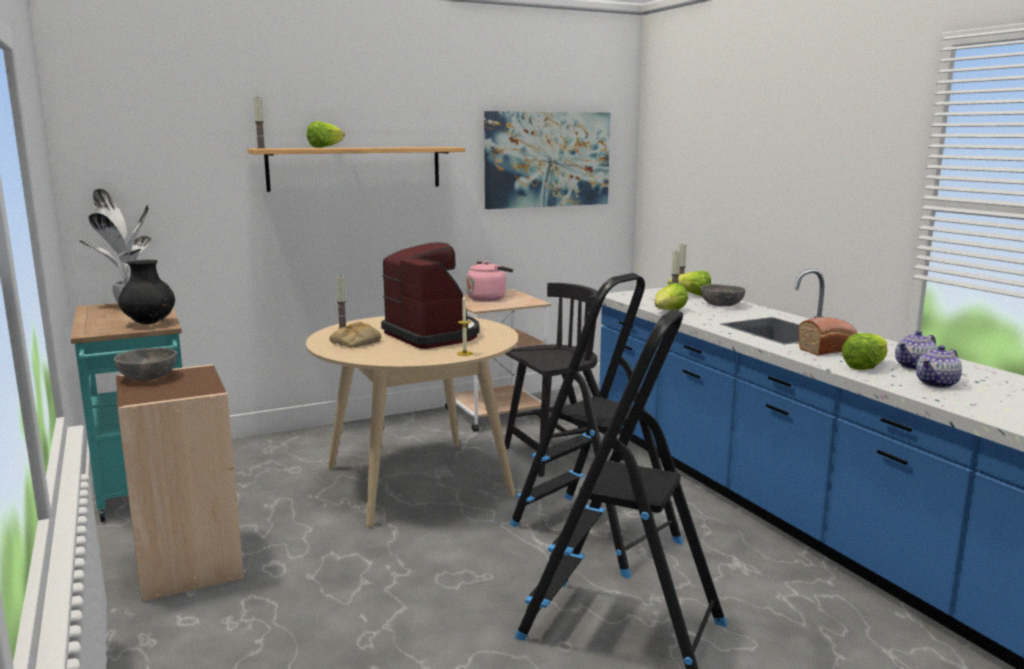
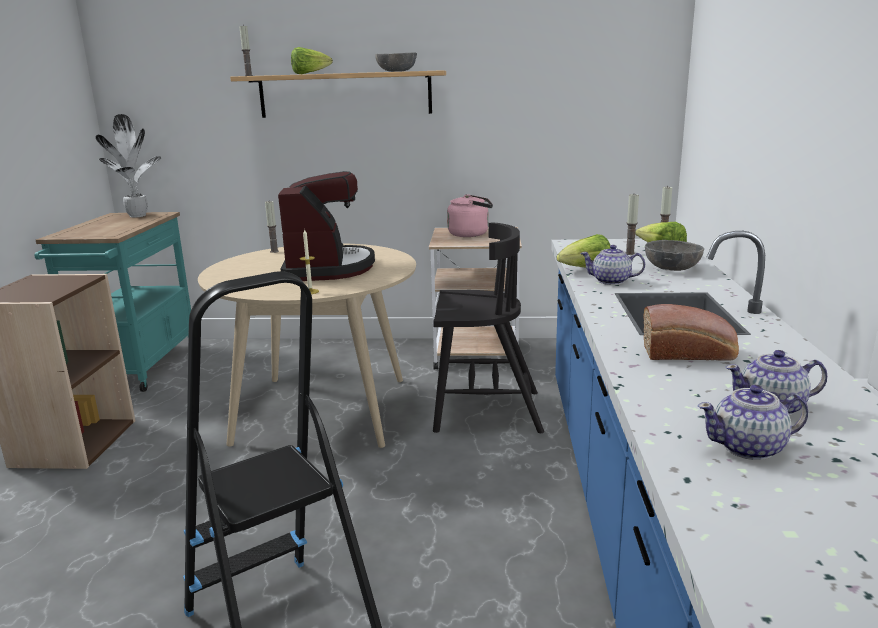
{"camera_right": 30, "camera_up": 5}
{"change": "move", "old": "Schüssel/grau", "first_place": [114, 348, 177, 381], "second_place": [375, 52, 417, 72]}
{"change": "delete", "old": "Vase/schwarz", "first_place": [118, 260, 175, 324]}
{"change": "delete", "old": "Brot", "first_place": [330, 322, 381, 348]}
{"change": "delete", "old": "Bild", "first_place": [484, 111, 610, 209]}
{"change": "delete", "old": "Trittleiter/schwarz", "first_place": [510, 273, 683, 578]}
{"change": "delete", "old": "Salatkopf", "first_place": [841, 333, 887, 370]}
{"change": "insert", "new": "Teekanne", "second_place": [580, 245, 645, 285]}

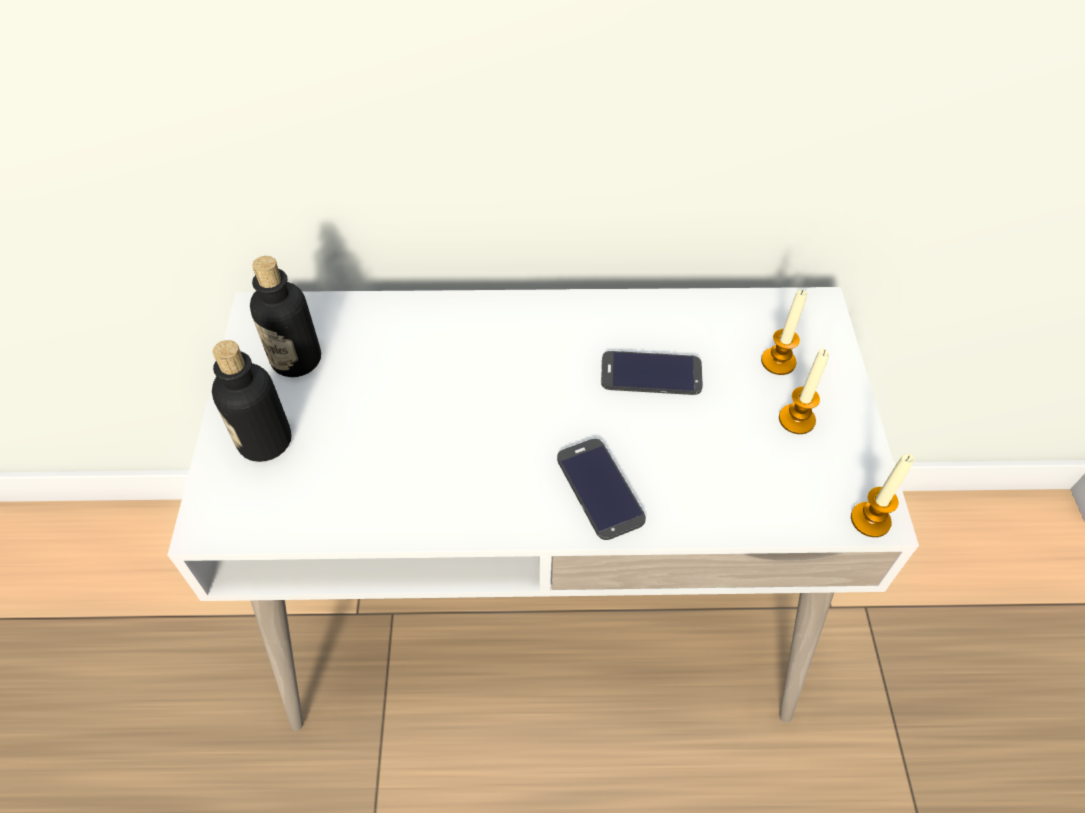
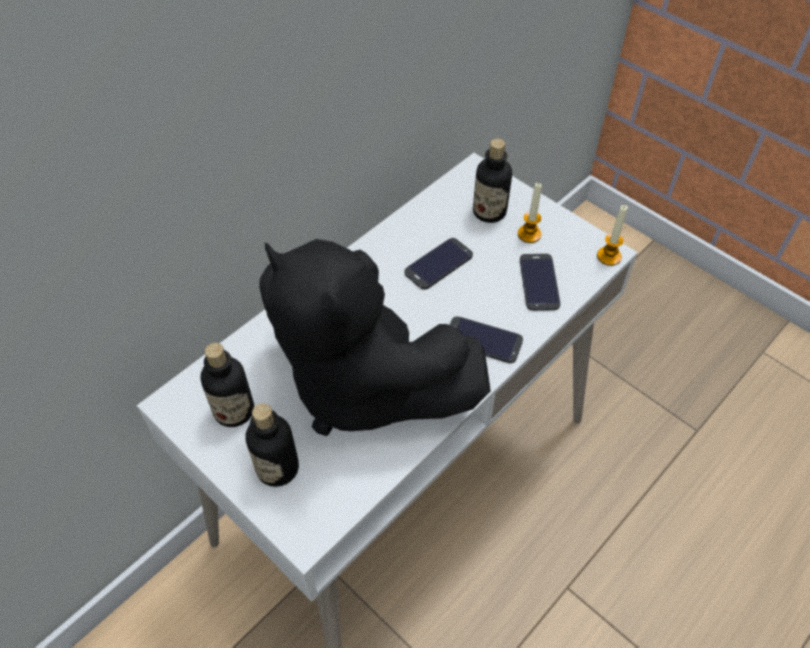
{"camera_right": -45, "camera_up": 0}
{"change": "replace", "old": "Kerze", "new": "Flasche", "first_place": [761, 290, 808, 375], "second_place": [473, 139, 512, 223]}
{"change": "insert", "new": "Plüschtier/schwarz", "second_place": [259, 239, 491, 436]}
{"change": "insert", "new": "Handy", "second_place": [520, 253, 560, 311]}

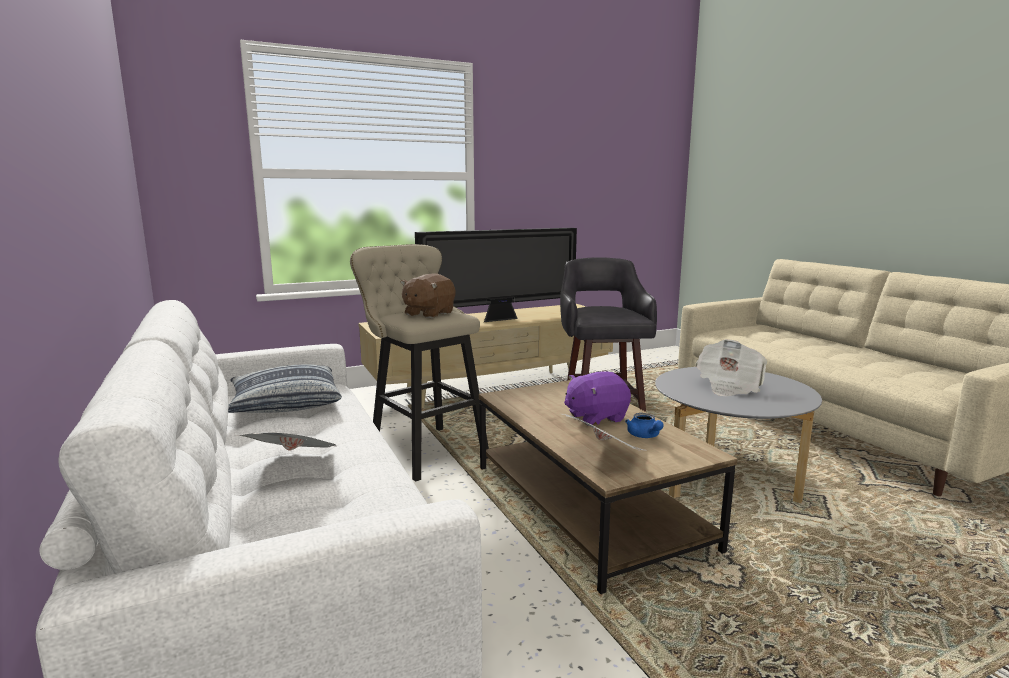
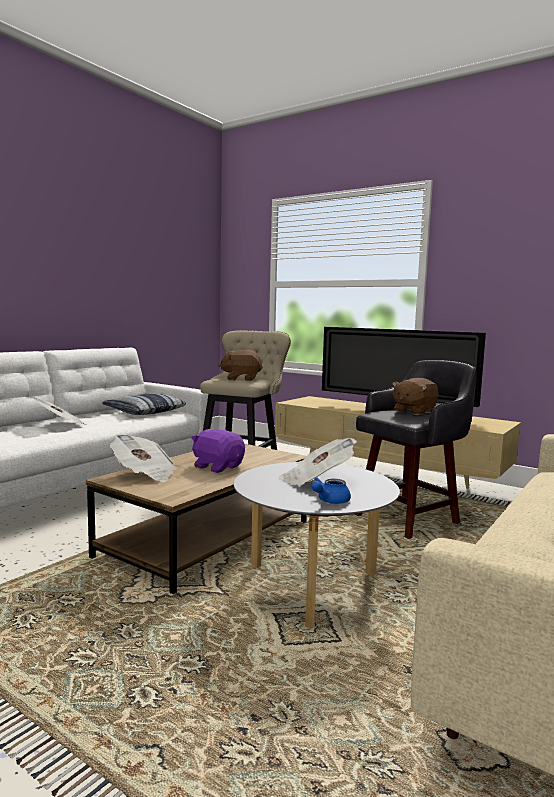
{"camera_right": 60, "camera_up": -5}
{"change": "move", "old": "Teekanne/blau", "first_place": [625, 413, 664, 438], "second_place": [312, 477, 351, 504]}
{"change": "insert", "new": "Plüschtier/braun", "second_place": [392, 378, 439, 415]}

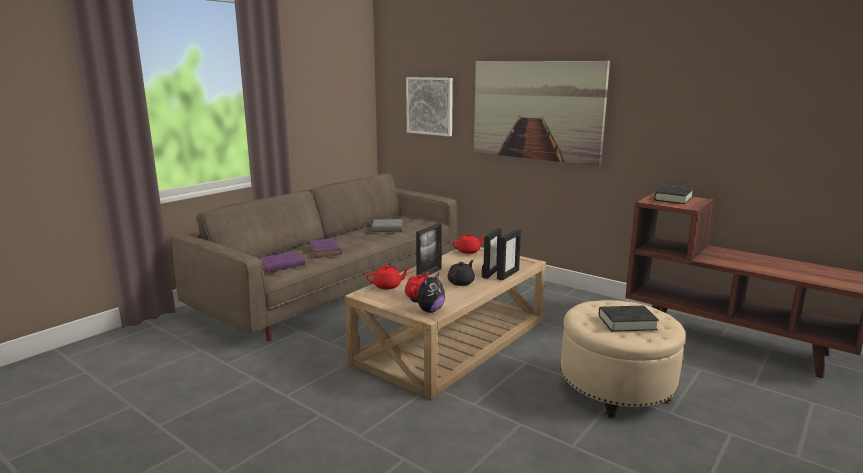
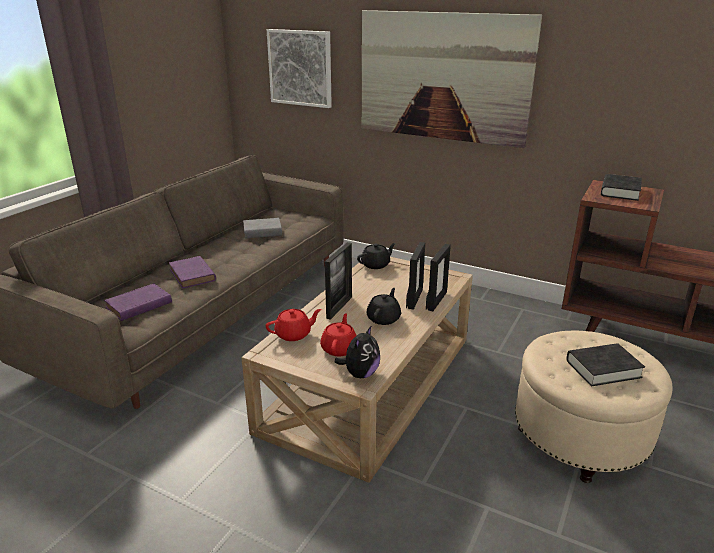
{"camera_right": -10, "camera_up": 10}
{"change": "recolor", "old": "Teekanne/rot", "new": "Teekanne/schwarz", "first_place": [452, 233, 486, 254], "second_place": [357, 243, 396, 269]}

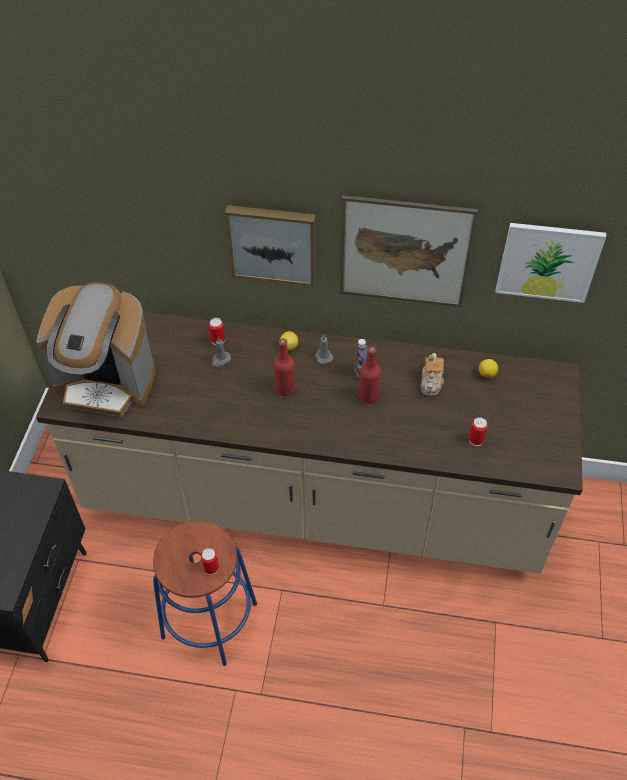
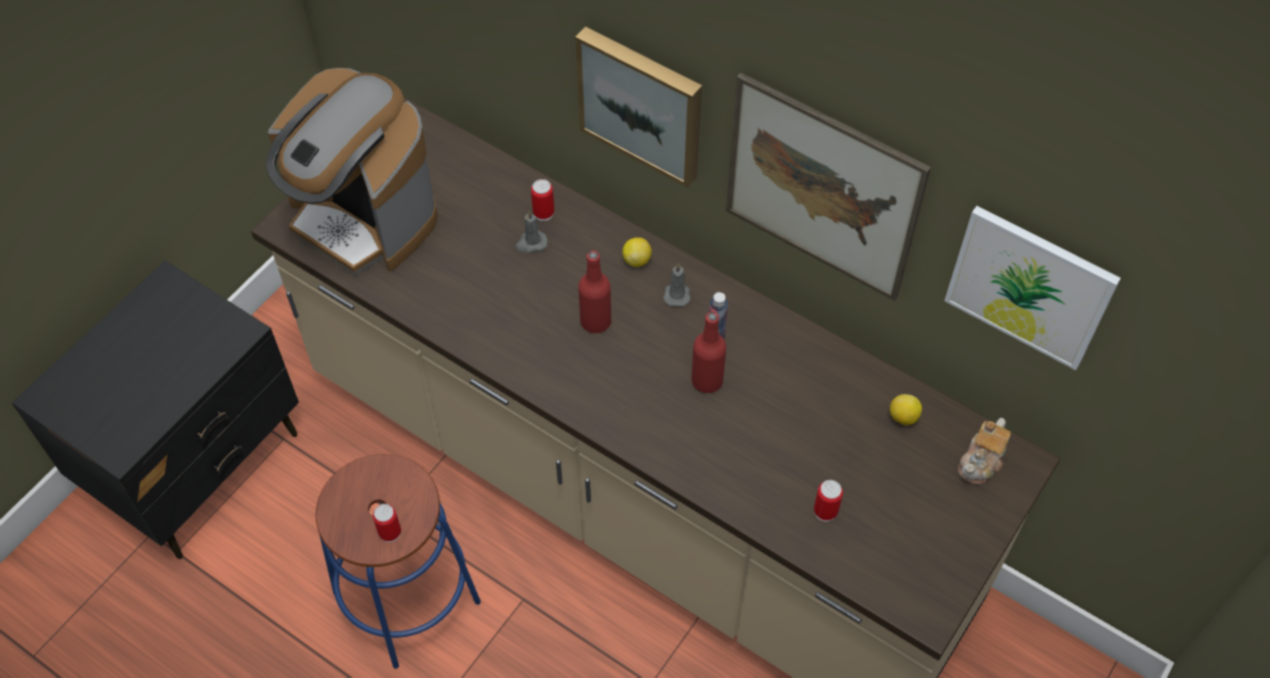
{"camera_right": 25, "camera_up": 5}
{"change": "move", "old": "Teekanne", "first_place": [420, 353, 444, 396], "second_place": [958, 418, 1011, 484]}

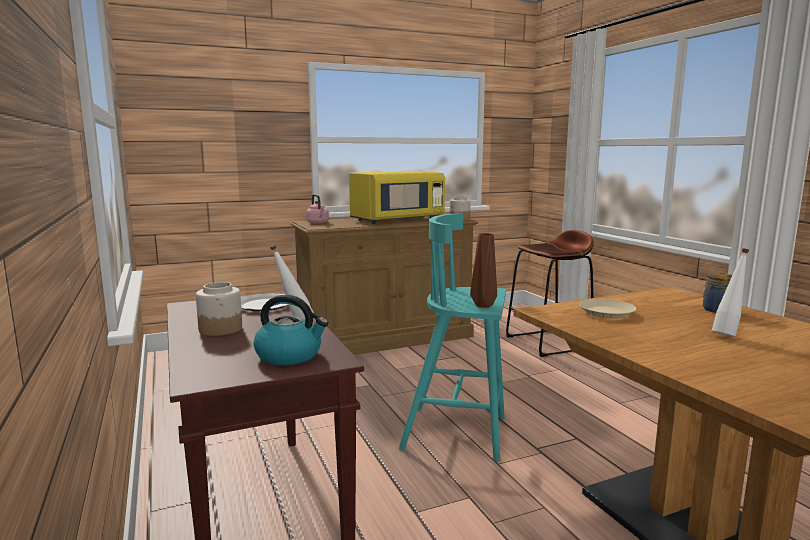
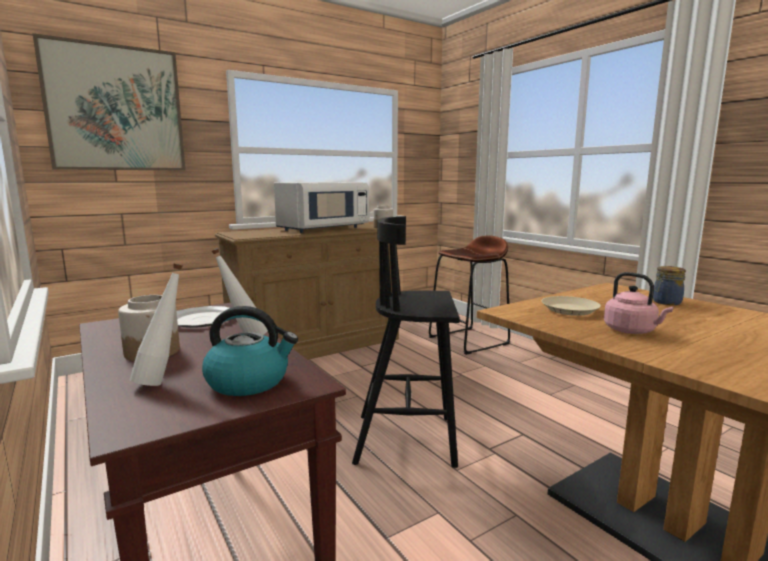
{"camera_right": -10, "camera_up": 0}
{"change": "move", "old": "Wasserkessel/rosa", "first_place": [306, 194, 329, 224], "second_place": [604, 272, 673, 334]}
{"change": "recolor", "old": "Mikrowelle/gelb", "new": "Mikrowelle/weiß", "first_place": [349, 171, 445, 224], "second_place": [274, 182, 369, 233]}
{"change": "recolor", "old": "Hocker/türkis", "new": "Hocker/schwarz", "first_place": [399, 213, 506, 462], "second_place": [352, 216, 460, 468]}
{"change": "delete", "old": "Vase/braun", "first_place": [470, 233, 497, 308]}
{"change": "move", "old": "Flasche/weiß", "first_place": [712, 249, 749, 337], "second_place": [130, 264, 182, 386]}
{"change": "insert", "new": "Bild", "second_place": [32, 33, 186, 171]}

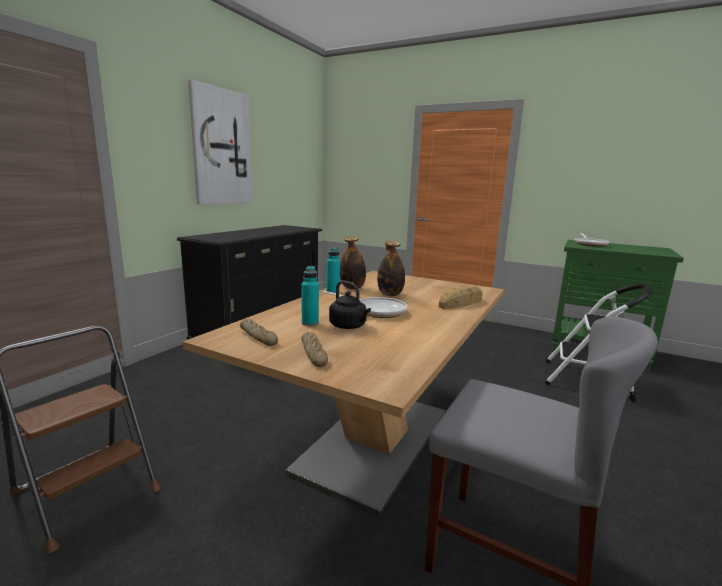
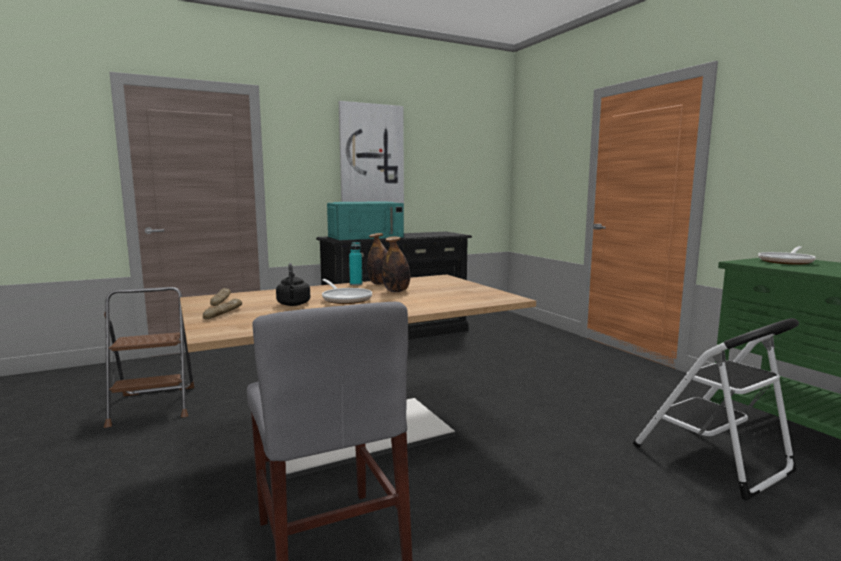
{"camera_right": 35, "camera_up": -5}
{"change": "delete", "old": "Flasche/türkis", "first_place": [301, 266, 319, 326]}
{"change": "delete", "old": "Brot", "first_place": [439, 284, 483, 309]}
{"change": "insert", "new": "Mikrowelle/türkis", "second_place": [327, 201, 404, 240]}

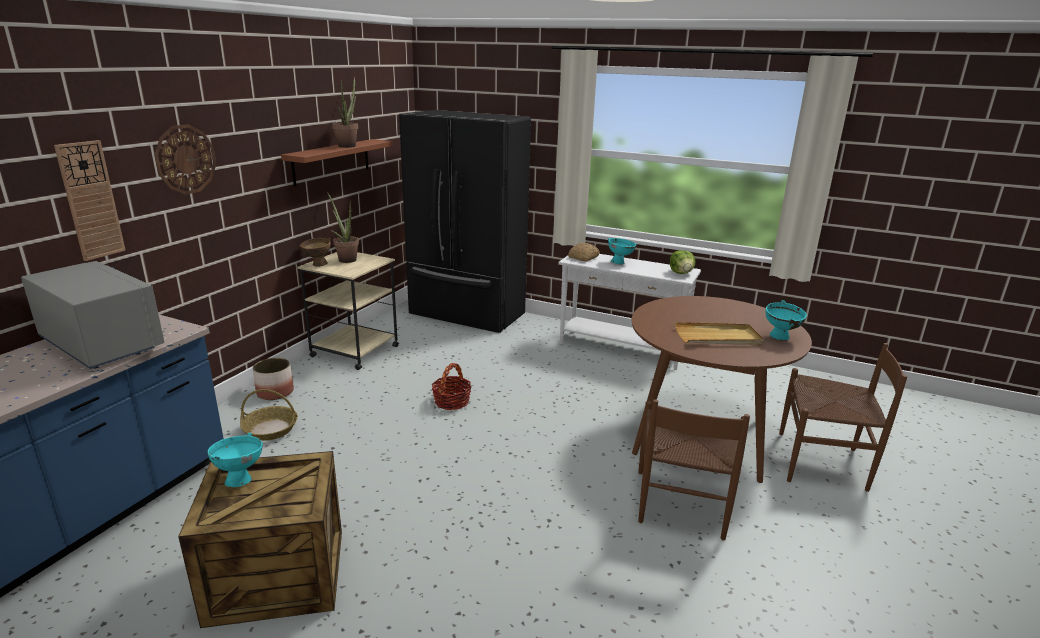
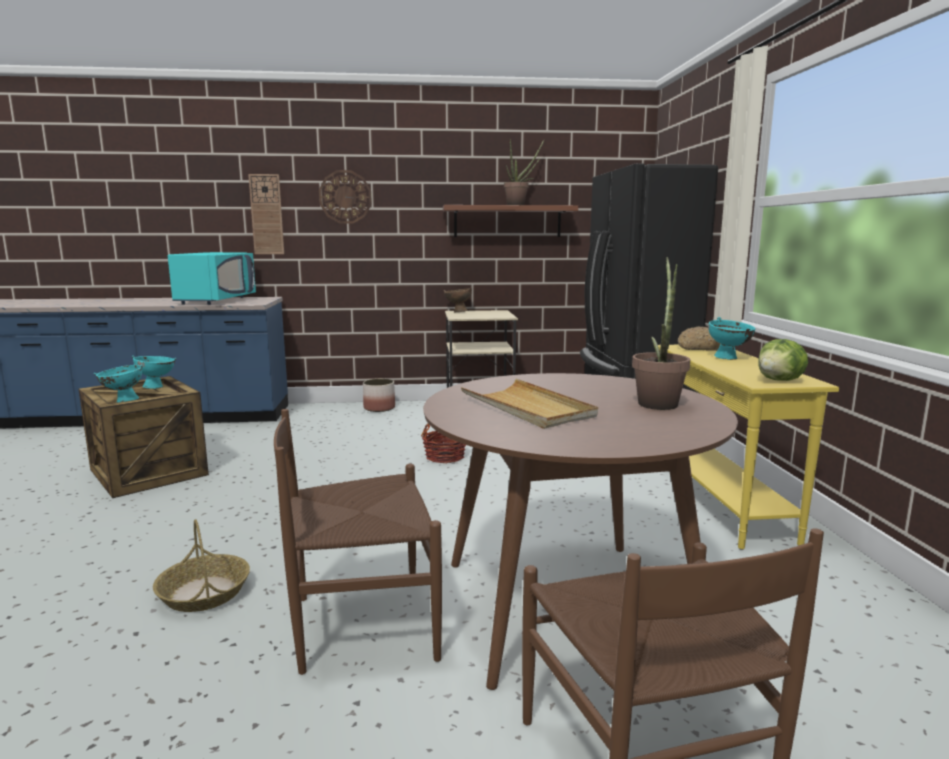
{"camera_right": 60, "camera_up": -10}
{"change": "recolor", "old": "Mikrowelle/grau", "new": "Mikrowelle/türkis", "first_place": [21, 261, 165, 369], "second_place": [168, 252, 256, 305]}
{"change": "move", "old": "Korb", "first_place": [240, 389, 298, 441], "second_place": [153, 519, 250, 612]}
{"change": "move", "old": "Topfpflanze", "first_place": [327, 192, 359, 263], "second_place": [632, 257, 690, 410]}
{"change": "recolor", "old": "Konsolentisch/weiß", "new": "Konsolentisch/gelb", "first_place": [558, 254, 701, 370], "second_place": [658, 345, 839, 550]}
{"change": "move", "old": "Schüssel/türkis", "first_place": [766, 300, 807, 341], "second_place": [94, 364, 143, 403]}

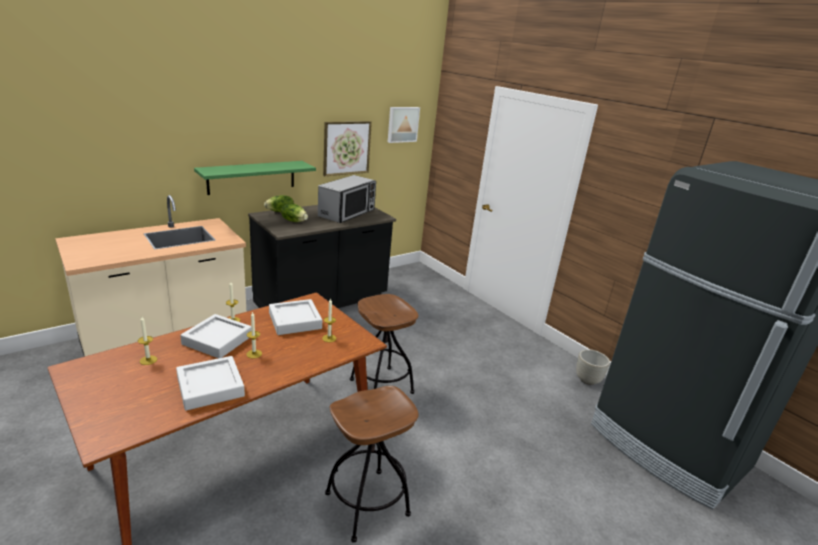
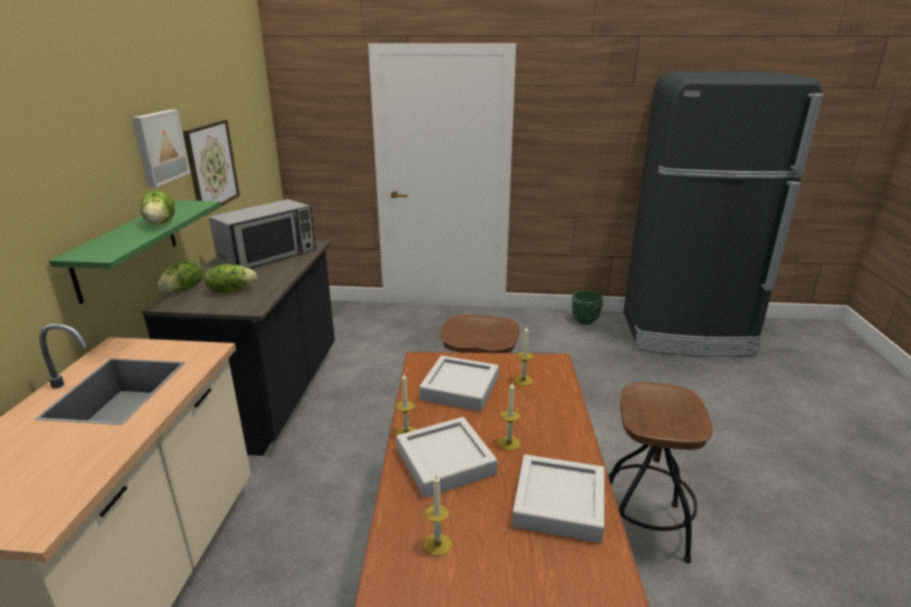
{"camera_right": -45, "camera_up": 0}
{"change": "rotate", "old": "Mikrowelle", "first_place": [318, 175, 376, 223], "second_place": [209, 199, 316, 269], "degrees": 60}
{"change": "move", "old": "Bild", "first_place": [388, 107, 420, 143], "second_place": [132, 110, 190, 187]}
{"change": "recolor", "old": "Pflanzkübel/grau", "new": "Pflanzkübel/grün", "first_place": [576, 349, 610, 385], "second_place": [572, 291, 603, 325]}
{"change": "insert", "new": "Salatkopf", "second_place": [140, 190, 175, 224]}

